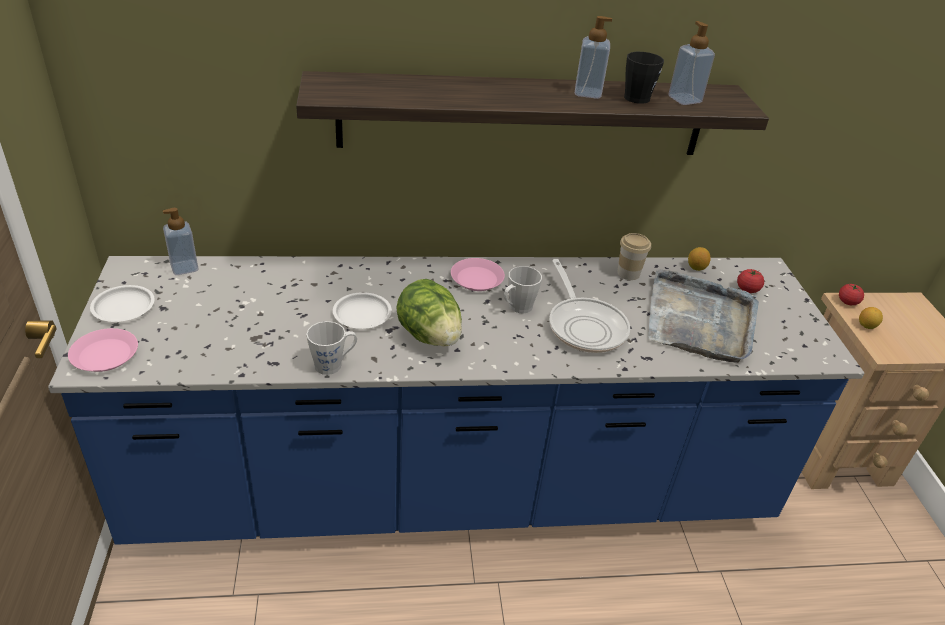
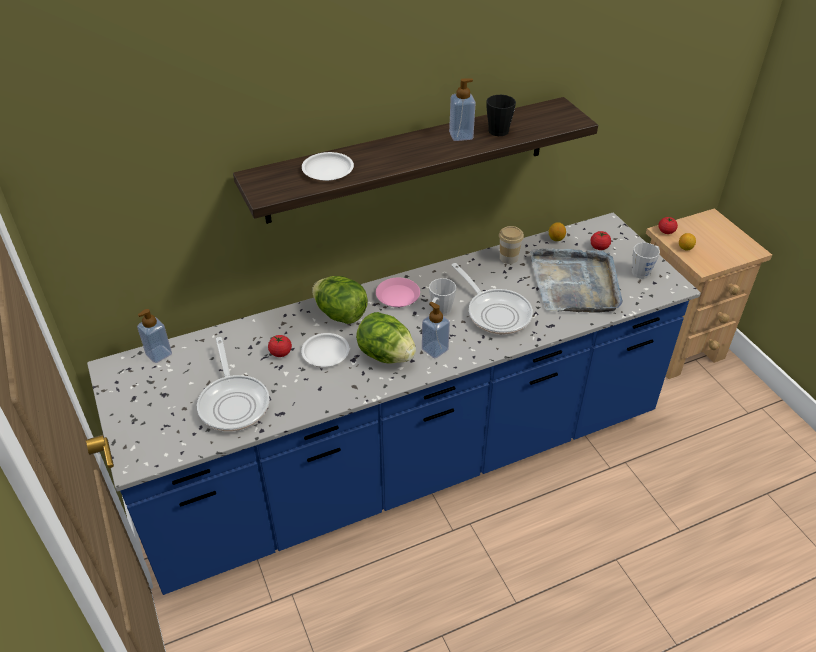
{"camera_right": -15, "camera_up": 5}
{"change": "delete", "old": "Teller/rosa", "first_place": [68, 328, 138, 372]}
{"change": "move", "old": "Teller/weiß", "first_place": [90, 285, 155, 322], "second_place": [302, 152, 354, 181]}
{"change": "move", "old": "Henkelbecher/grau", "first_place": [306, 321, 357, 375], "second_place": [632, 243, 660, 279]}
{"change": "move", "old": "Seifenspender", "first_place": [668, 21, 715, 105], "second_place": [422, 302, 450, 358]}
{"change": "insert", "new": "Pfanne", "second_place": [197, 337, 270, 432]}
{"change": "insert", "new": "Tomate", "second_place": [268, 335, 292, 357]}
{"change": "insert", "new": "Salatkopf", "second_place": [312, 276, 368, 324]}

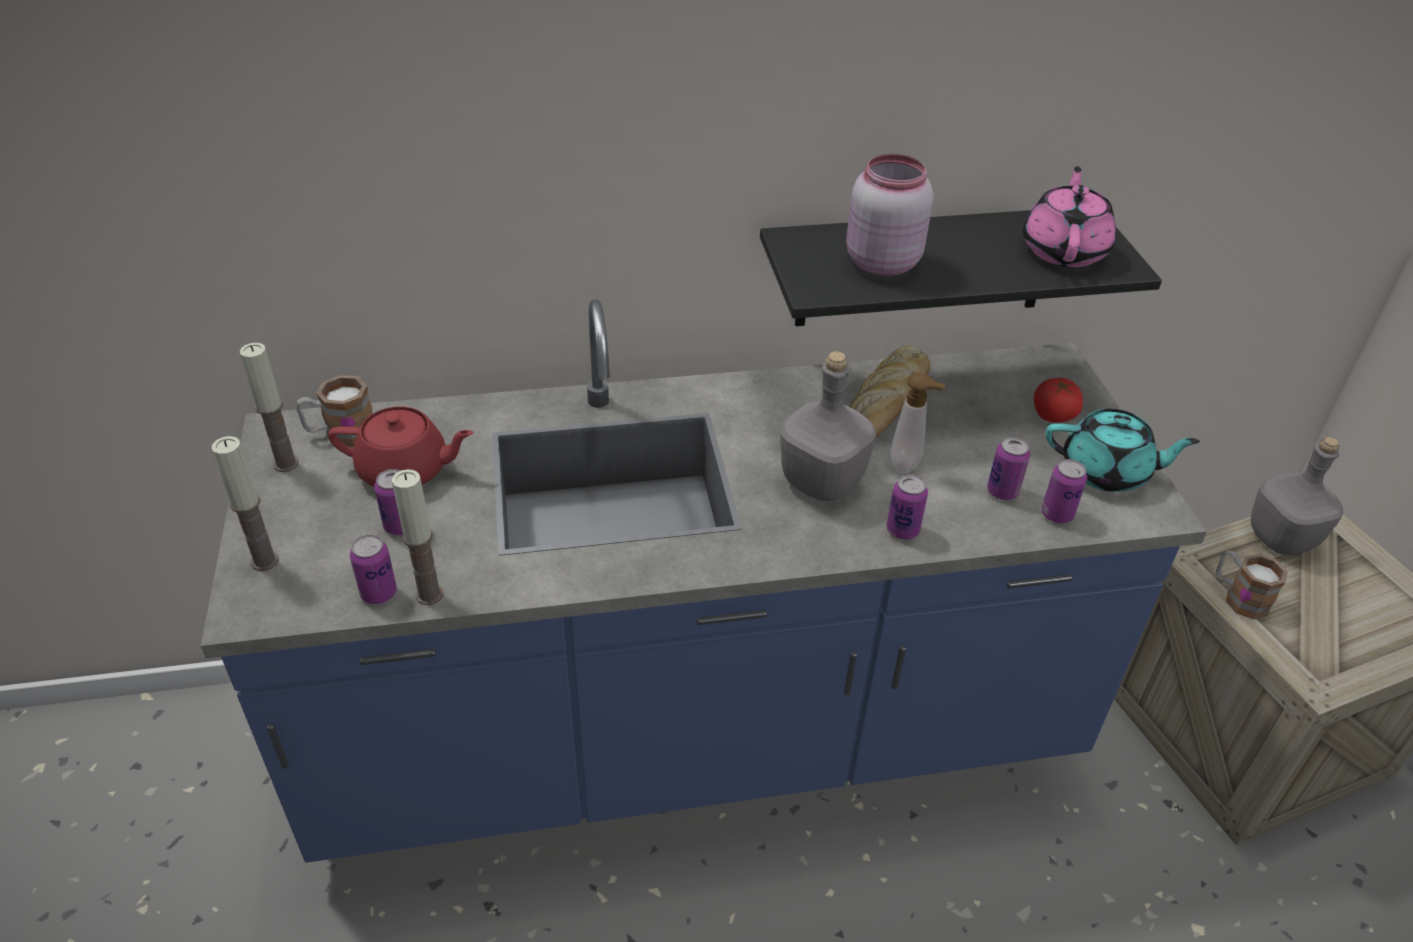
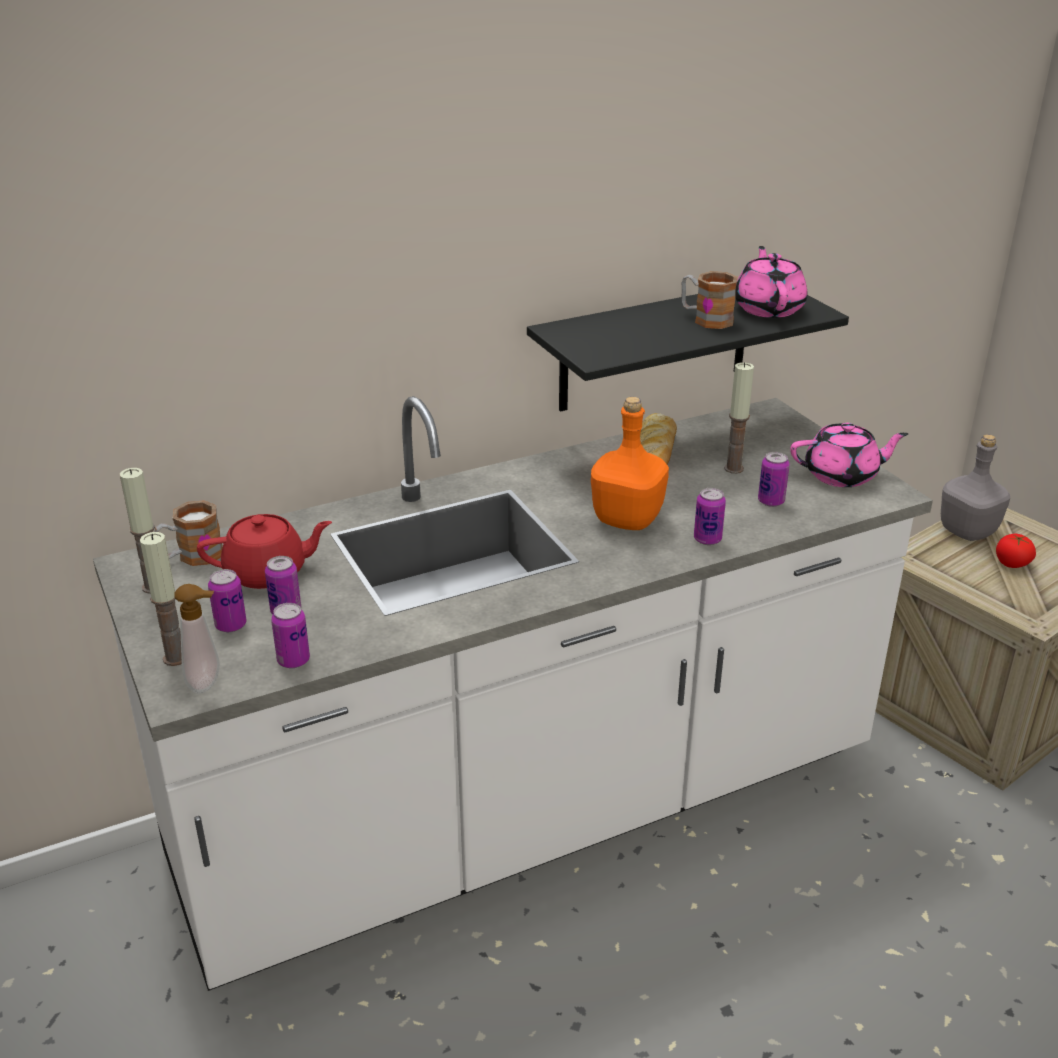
{"camera_right": -15, "camera_up": -10}
{"change": "recolor", "old": "Küchenzeile/blau", "new": "Küchenzeile/weiß", "first_place": [201, 299, 1207, 863], "second_place": [93, 396, 933, 991]}
{"change": "move", "old": "Kerze", "first_place": [392, 469, 444, 605], "second_place": [724, 362, 754, 474]}
{"change": "recolor", "old": "Flasche/grau", "new": "Flasche/orange", "first_place": [780, 351, 876, 501], "second_place": [591, 397, 669, 530]}
{"change": "delete", "old": "Vorratsglas/rosa", "first_place": [846, 154, 934, 276]}
{"change": "move", "old": "Seifenspender", "first_place": [890, 373, 946, 474], "second_place": [174, 584, 220, 694]}
{"change": "move", "old": "Tomate", "first_place": [1034, 378, 1083, 423], "second_place": [996, 534, 1036, 568]}
{"change": "move", "old": "Dose", "first_place": [1041, 459, 1087, 523], "second_place": [208, 569, 247, 632]}
{"change": "recolor", "old": "Teekanne/türkis", "new": "Teekanne/rosa", "first_place": [1045, 409, 1200, 492], "second_place": [790, 423, 908, 487]}
{"change": "move", "old": "Henkelbecher", "first_place": [1216, 550, 1288, 619], "second_place": [682, 271, 738, 329]}

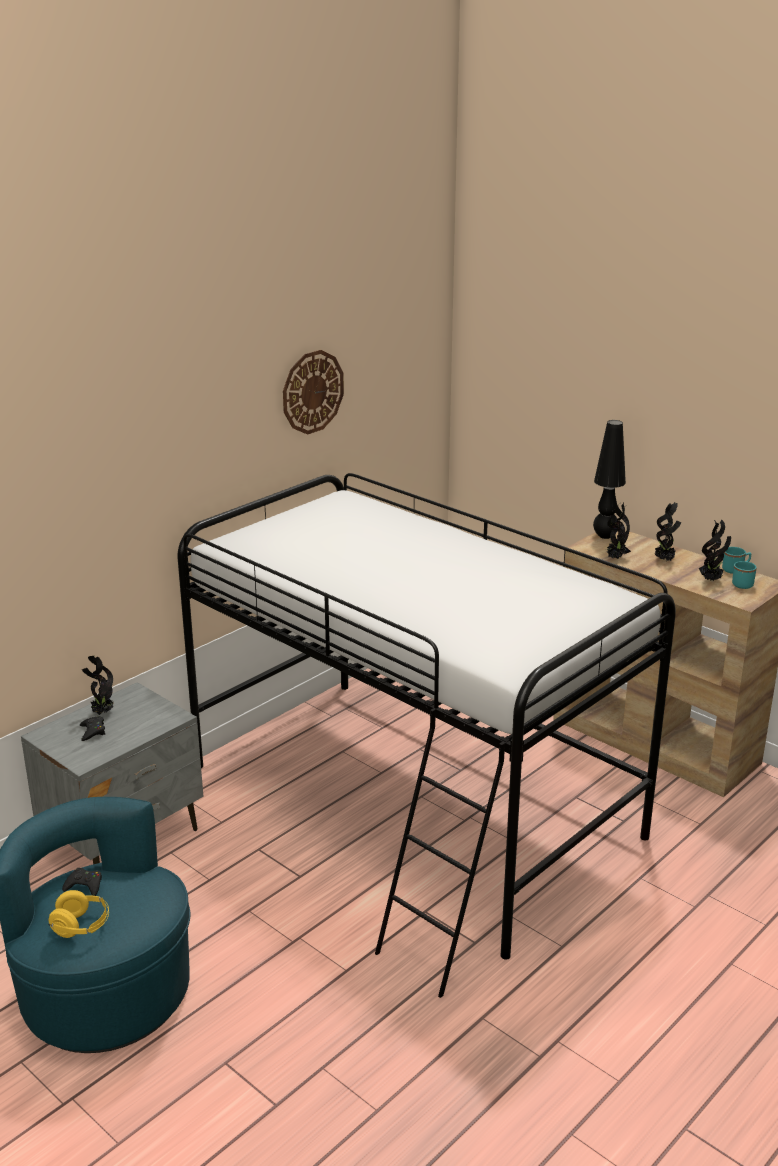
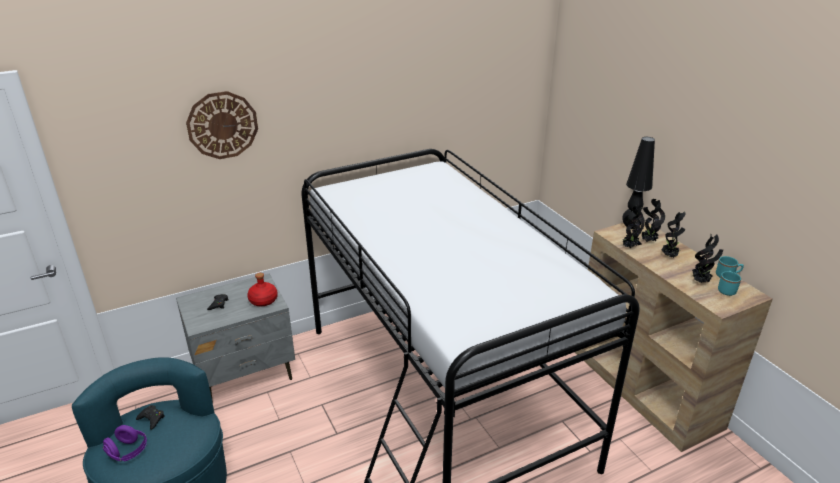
{"camera_right": 20, "camera_up": 5}
{"change": "recolor", "old": "Kopfhörer/gelb", "new": "Kopfhörer/lila", "first_place": [48, 890, 109, 938], "second_place": [102, 425, 147, 461]}
{"change": "move", "old": "Topfpflanze", "first_place": [82, 656, 114, 715], "second_place": [642, 199, 665, 242]}
{"change": "move", "old": "Wanduhr", "first_place": [283, 350, 344, 434], "second_place": [186, 91, 258, 159]}
{"change": "insert", "new": "Flasche/rot", "second_place": [247, 273, 278, 306]}

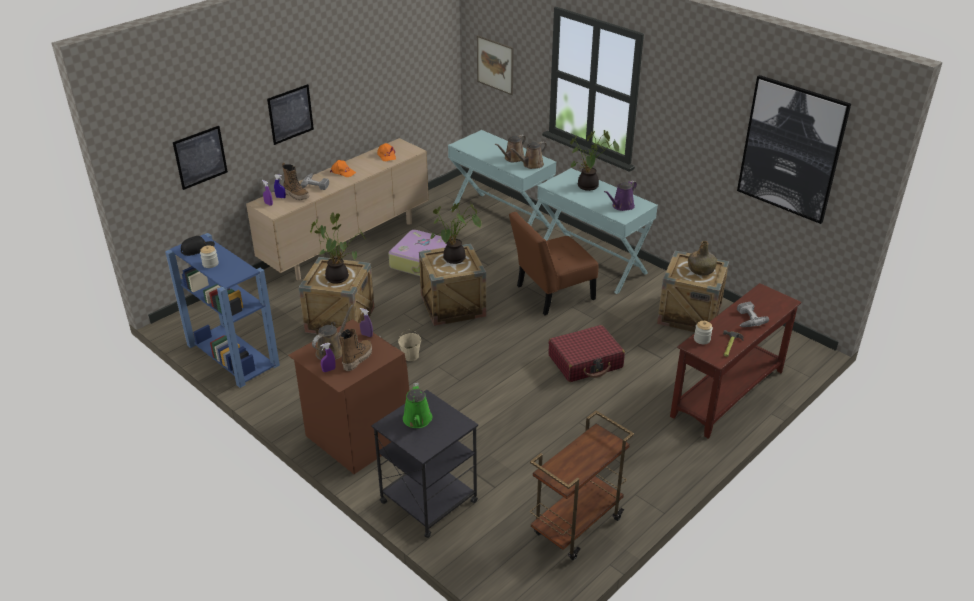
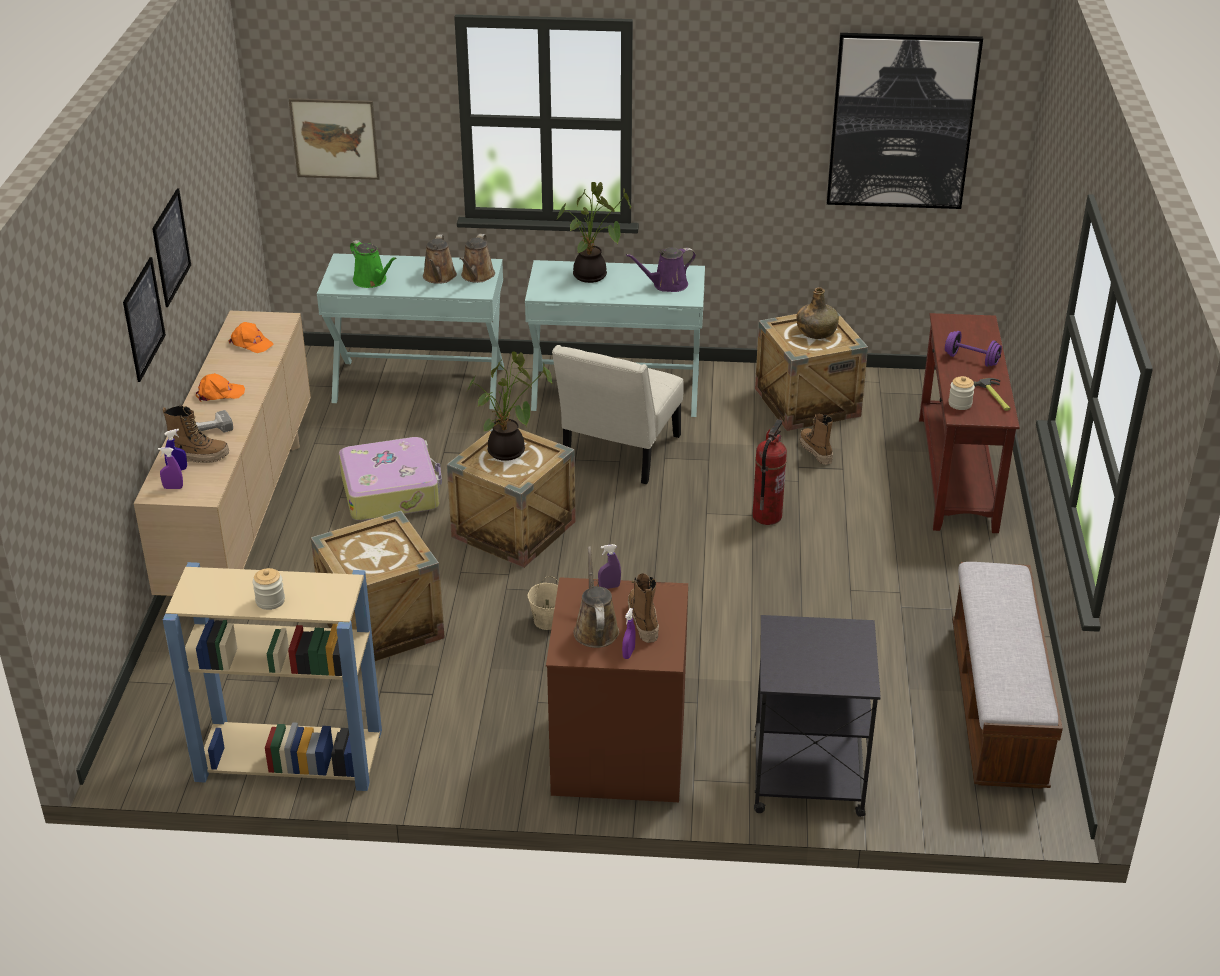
{"camera_right": -40, "camera_up": 0}
{"change": "recolor", "old": "Bücherregal/blau", "new": "Bücherregal/beige", "first_place": [165, 233, 280, 388], "second_place": [163, 562, 382, 791]}
{"change": "move", "old": "Bild", "first_place": [173, 126, 228, 190], "second_place": [152, 189, 191, 307]}
{"change": "delete", "old": "Kappe/schwarz", "first_place": [180, 236, 215, 256]}
{"change": "delete", "old": "Topfpflanze", "first_place": [310, 213, 365, 284]}
{"change": "move", "old": "Gießkanne/grün", "first_place": [403, 383, 432, 428], "second_place": [350, 240, 397, 288]}
{"change": "recolor", "old": "Stuhl/braun", "new": "Stuhl/weiß", "first_place": [509, 212, 598, 315], "second_place": [552, 345, 684, 484]}
{"change": "replace", "old": "Rollwagen/braun", "new": "Bank", "first_place": [530, 411, 634, 560], "second_place": [952, 562, 1063, 789]}
{"change": "replace", "old": "Koffer/rot", "new": "Feuerlöscher", "first_place": [548, 325, 625, 382], "second_place": [753, 420, 787, 525]}
{"change": "rotate", "old": "Gießkanne/lila", "first_place": [604, 181, 637, 211], "second_place": [626, 247, 696, 292], "degrees": 60}
{"change": "replace", "old": "Bohrmaschine", "new": "Hantel/lila", "first_place": [737, 302, 769, 327], "second_place": [945, 331, 1002, 367]}
{"change": "insert", "new": "Stiefel", "second_place": [800, 413, 833, 465]}

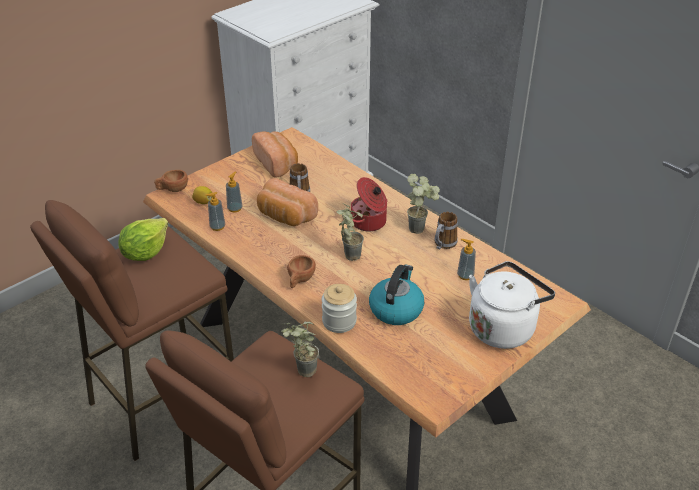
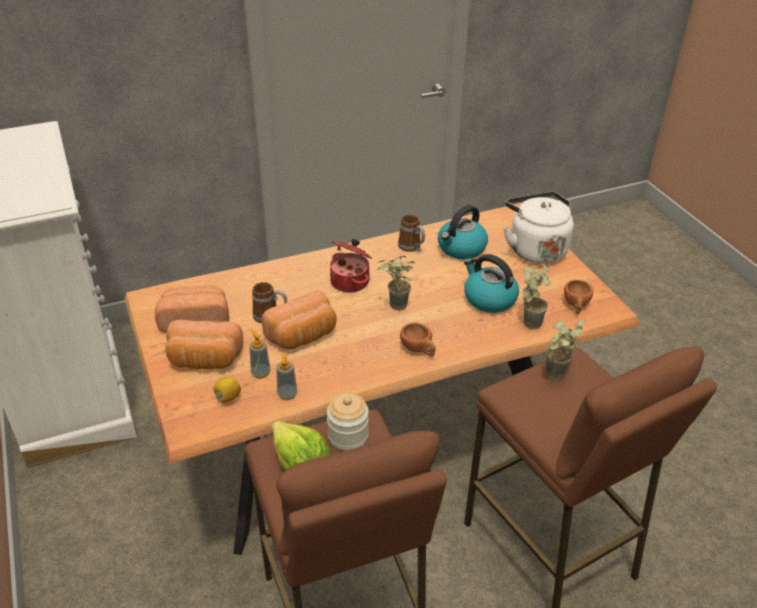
{"camera_right": -70, "camera_up": 0}
{"change": "move", "old": "Tasse/braun", "first_place": [154, 170, 188, 192], "second_place": [564, 280, 593, 314]}
{"change": "move", "old": "Vorratsglas", "first_place": [322, 284, 357, 333], "second_place": [327, 393, 369, 451]}
{"change": "move", "old": "Topfpflanze", "first_place": [407, 174, 440, 234], "second_place": [523, 265, 550, 329]}
{"change": "replace", "old": "Seifenspender", "new": "Wasserkessel", "first_place": [457, 239, 476, 280], "second_place": [438, 205, 488, 259]}
{"change": "insert", "new": "Brot", "second_place": [166, 320, 243, 369]}

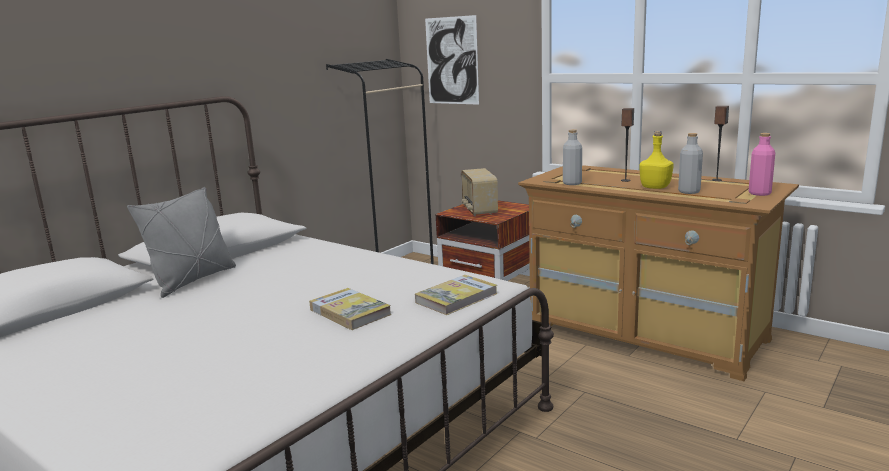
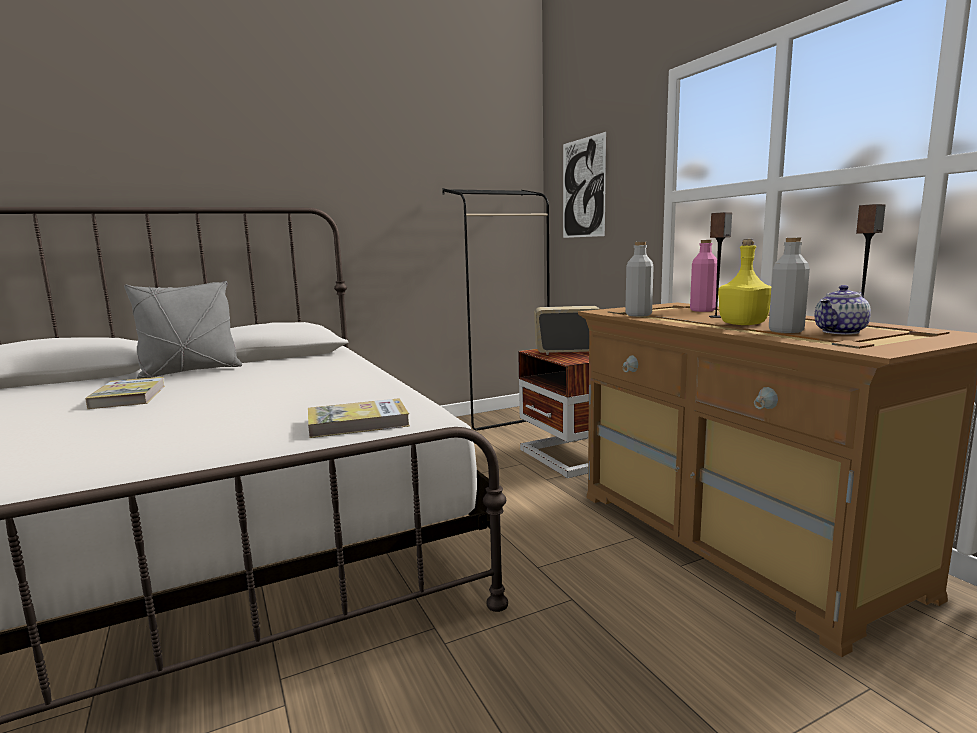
{"camera_right": 25, "camera_up": -5}
{"change": "move", "old": "Buch", "first_place": [309, 288, 391, 330], "second_place": [85, 377, 165, 409]}
{"change": "rotate", "old": "Radio", "first_place": [461, 168, 498, 216], "second_place": [534, 306, 600, 355], "degrees": 75}
{"change": "move", "old": "Flasche/rosa", "first_place": [748, 133, 775, 196], "second_place": [690, 240, 717, 312]}
{"change": "insert", "new": "Teekanne", "second_place": [815, 285, 871, 335]}

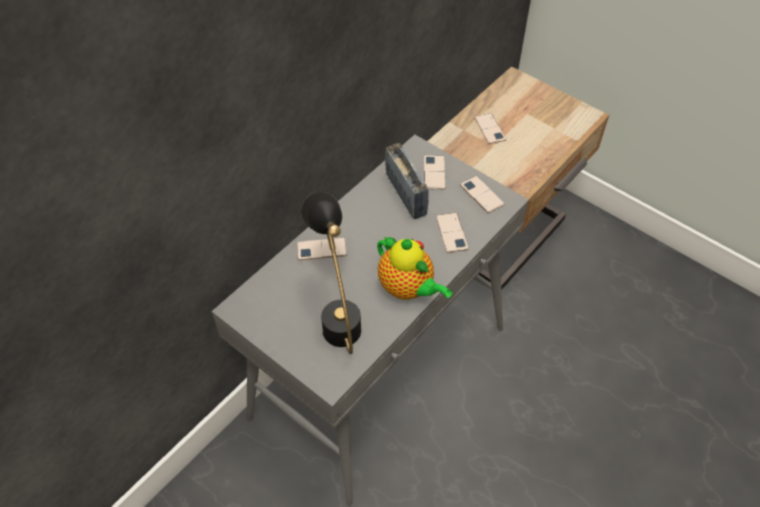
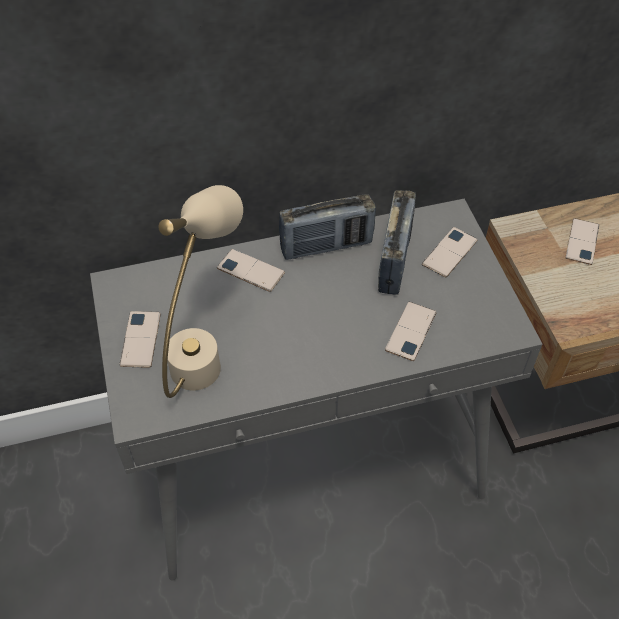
{"camera_right": 35, "camera_up": 0}
{"change": "recolor", "old": "Tischlampe/schwarz", "new": "Tischlampe/beige", "first_place": [301, 192, 361, 354], "second_place": [158, 185, 243, 398]}
{"change": "delete", "old": "Teekanne", "first_place": [377, 236, 452, 300]}
{"change": "move", "old": "Handy", "first_place": [460, 176, 505, 213], "second_place": [119, 311, 161, 368]}
{"change": "insert", "new": "Radio", "second_place": [279, 194, 376, 260]}

